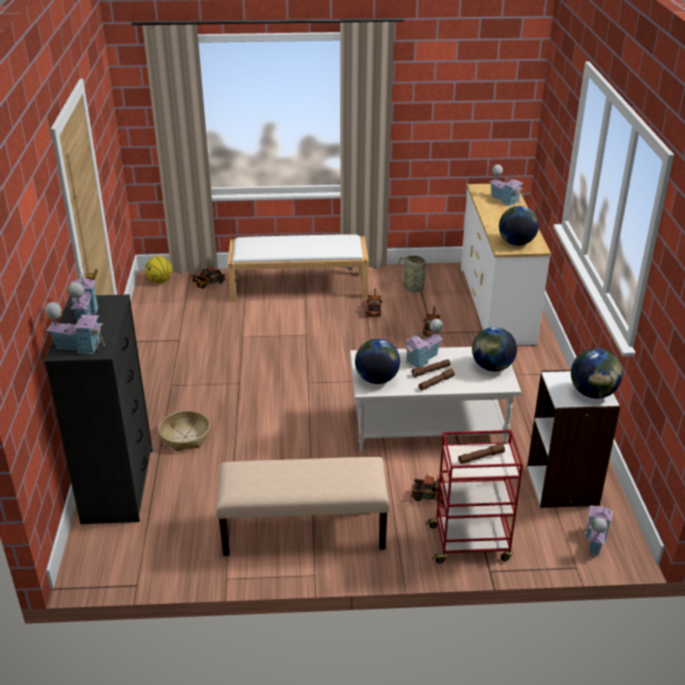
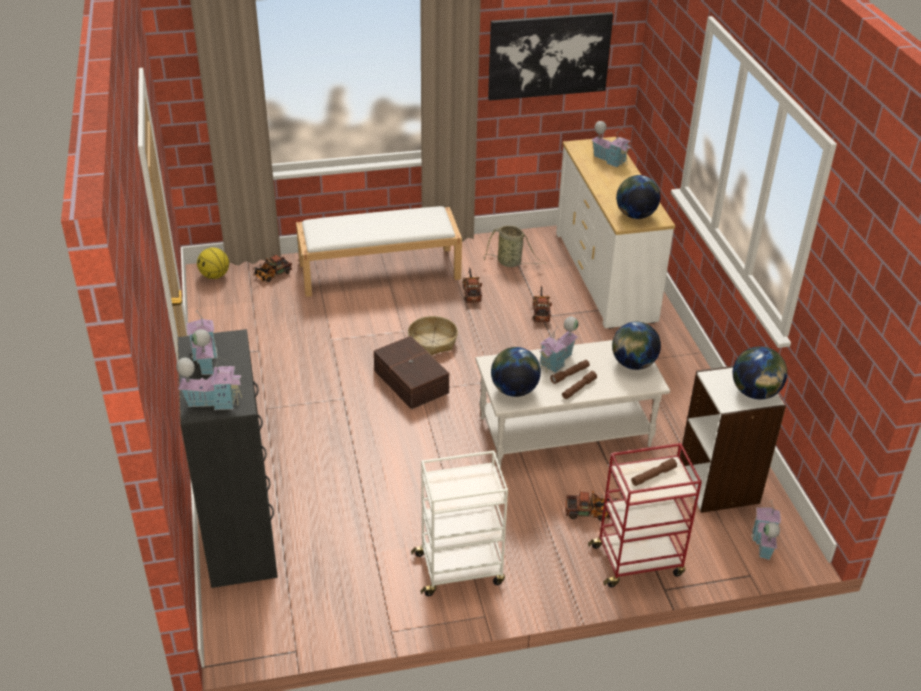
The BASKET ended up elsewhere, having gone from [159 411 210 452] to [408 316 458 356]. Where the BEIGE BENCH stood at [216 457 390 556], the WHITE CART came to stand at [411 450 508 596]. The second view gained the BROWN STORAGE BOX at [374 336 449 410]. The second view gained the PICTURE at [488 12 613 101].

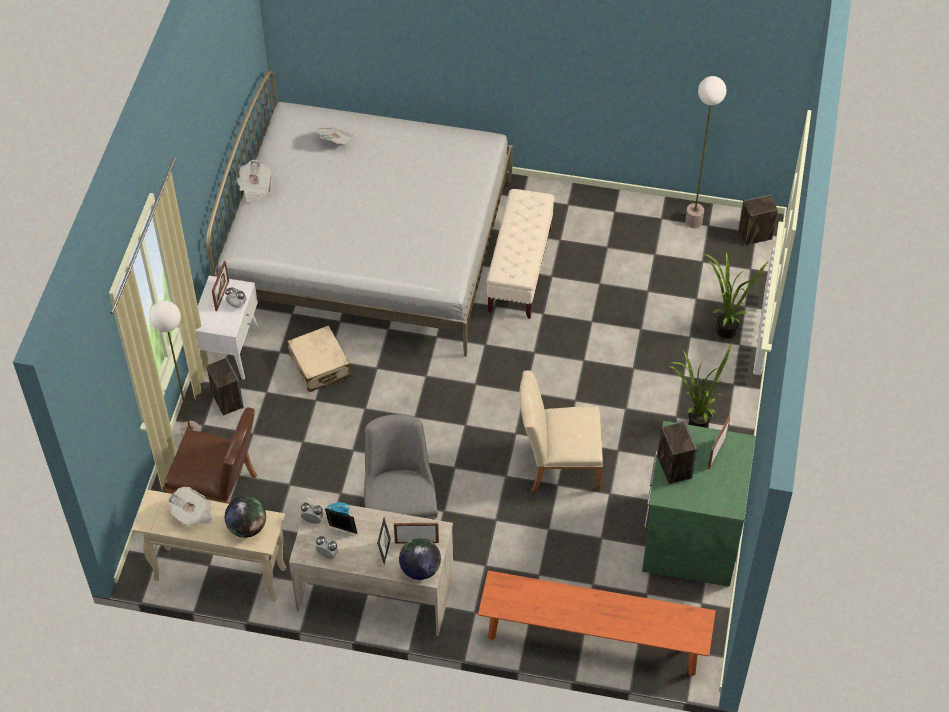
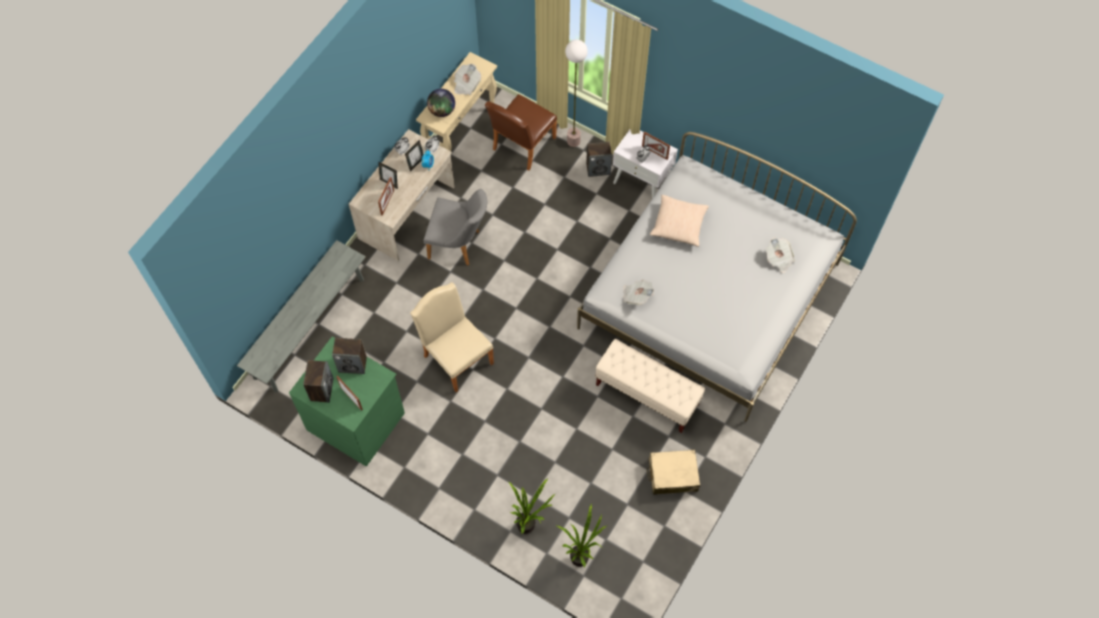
The NEWSPAPER ended up elsewhere, having gone from [237 160 273 203] to [623 280 654 305]. The BEIGE SUITCASE ended up elsewhere, having gone from [287 325 351 392] to [647 450 700 495]. The second view lost the GLOBE at [399 538 441 580]. What was the ORANGE BENCH at [478 571 716 677] turned into the GREY BENCH at [237 240 366 393]. The BEIGE CHAIR at [520 370 603 492] ended up facing another way, 60 degrees counterclockwise from before. The POTTED PLANT ended up elsewhere, having gone from [670 344 731 428] to [557 503 608 568]. The second view lost the FLOOR LAMP at [685 76 726 228]. The SPEAKER ended up elsewhere, having gone from [738 195 778 245] to [303 360 334 403]. The second view gained the BEIGE PILLOW at [650 195 709 247].

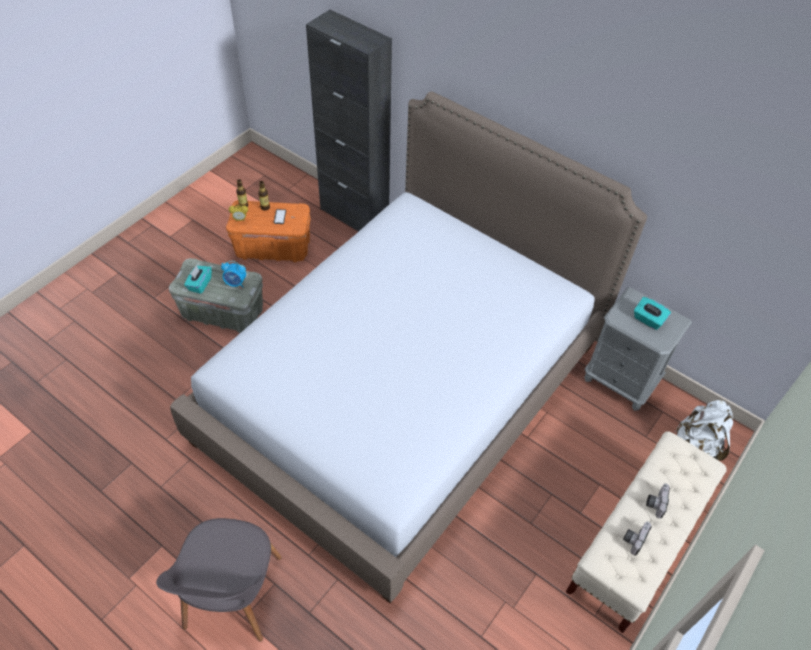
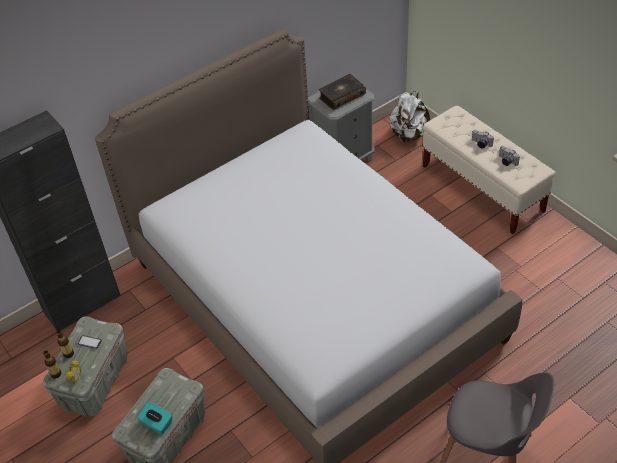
The second view lost the ALARM CLOCK at [221 261 246 287]. What was the ORANGE STORAGE BOX at [226 200 311 262] turned into the GREY STORAGE BOX at [43 316 128 416]. Where the TURQUOISE TISSUE BOX stood at [634 297 671 330], the BOOK came to stand at [319 74 366 110].

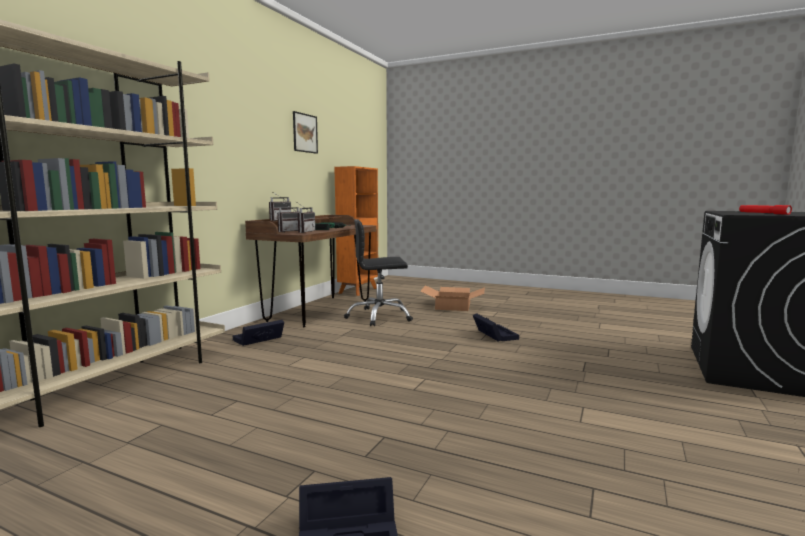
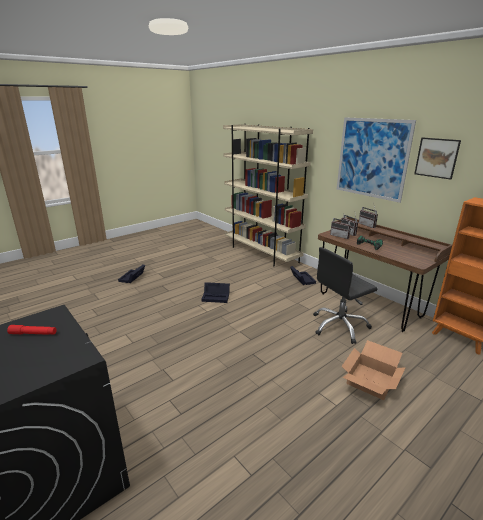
The BLACK OFFICE CHAIR at [344 219 413 326] ended up facing another way, 135 degrees counterclockwise from before. The BLACK STORAGE BOX ended up elsewhere, having gone from [473 313 519 342] to [201 282 230 303]. The second view gained the PICTURE at [337 117 416 203].

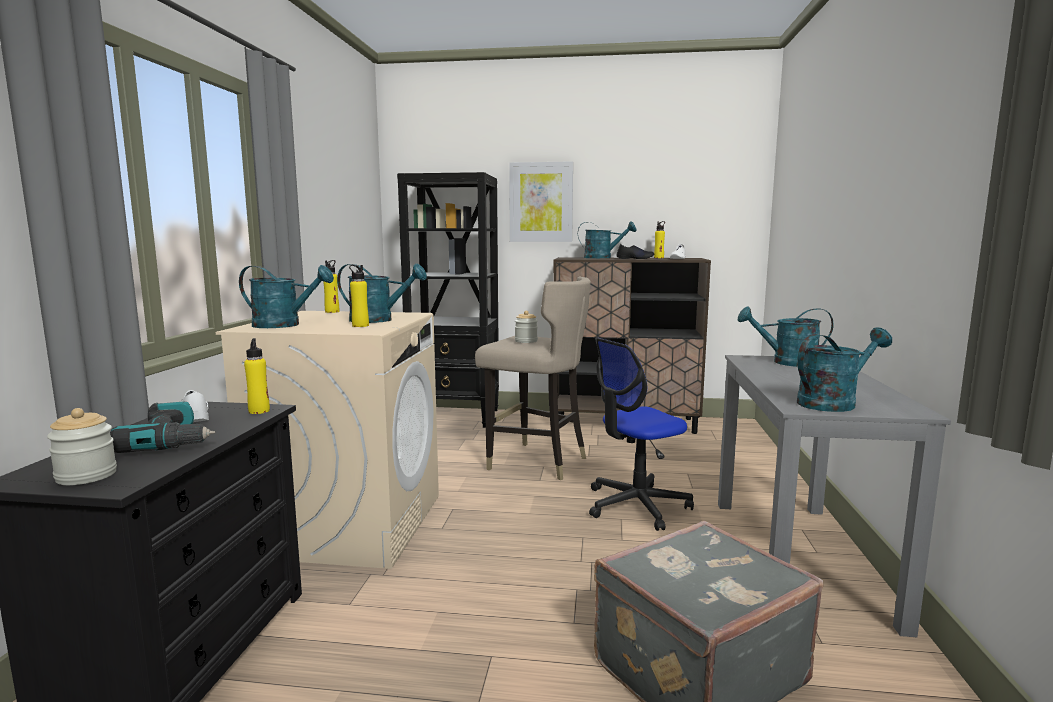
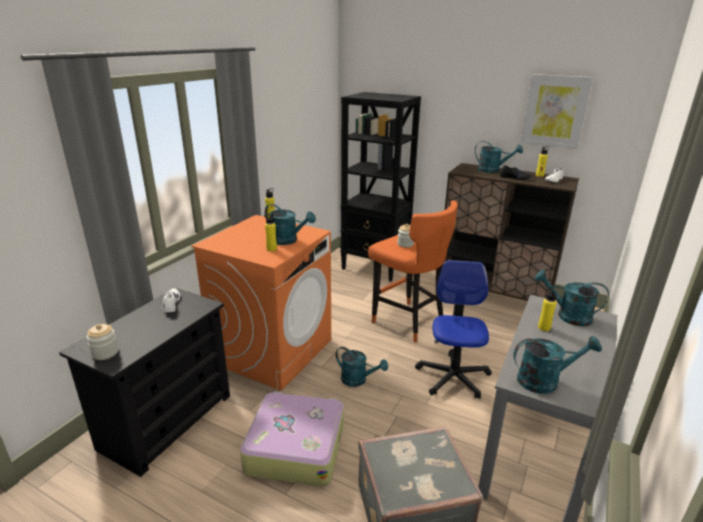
The second view lost the POWER DRILL at [110 402 215 453]. What was the BEIGE WASHING MACHINE at [216 311 439 569] turned into the ORANGE WASHING MACHINE at [191 215 331 391]. The TURQUOISE WATERING CAN ended up elsewhere, having gone from [239 265 334 328] to [336 347 388 387]. The YELLOW BOTTLE ended up elsewhere, having gone from [244 338 270 414] to [538 287 557 331]. What was the BEIGE STOOL at [475 276 591 480] turned into the ORANGE STOOL at [368 200 458 342]. The PICTURE ended up elsewhere, having gone from [509 161 573 242] to [521 74 593 149]. The OFFICE CHAIR at [589 338 694 531] ended up facing another way, 105 degrees clockwise from before. The second view gained the SUITCASE at [240 391 344 487].

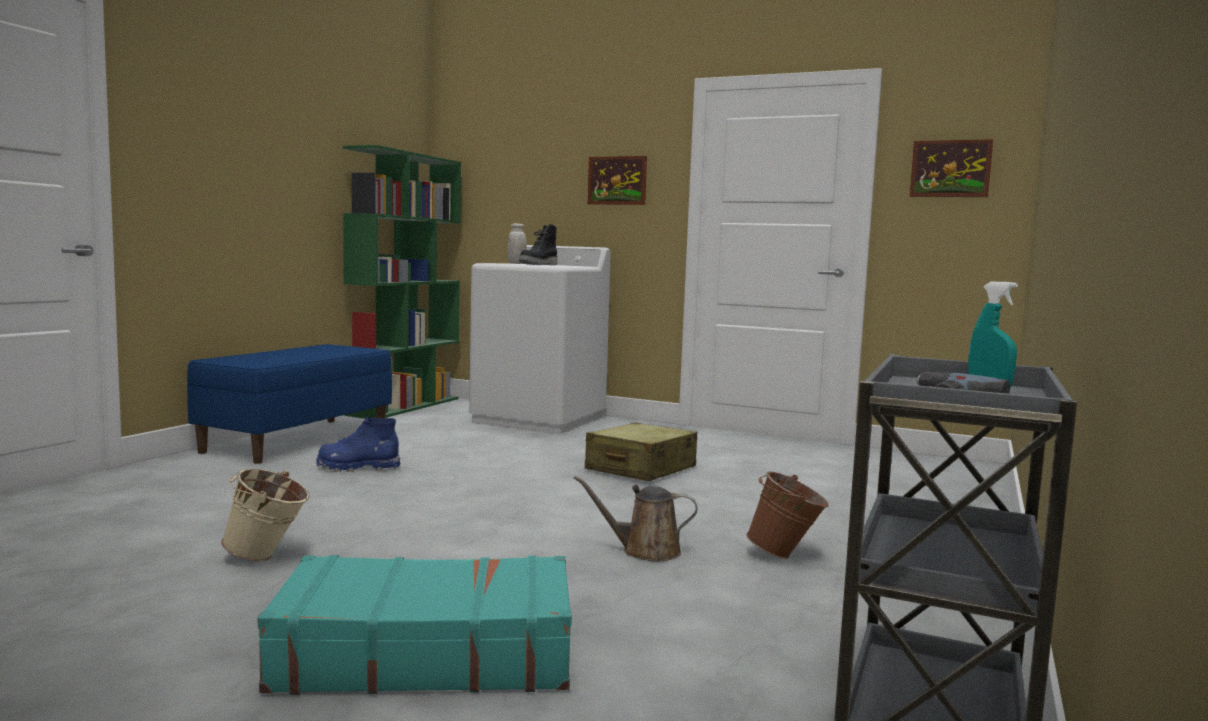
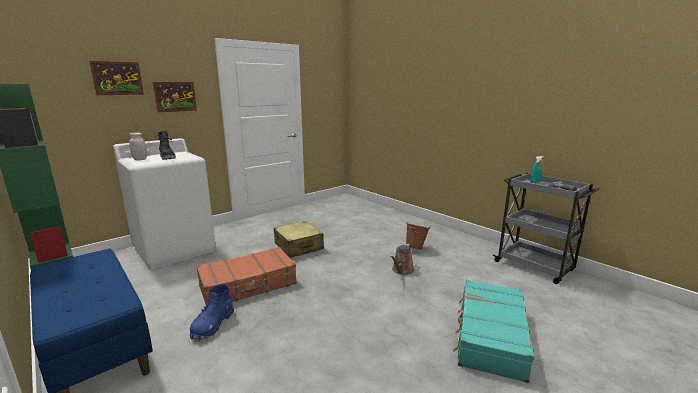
The second view lost the BEIGE BUCKET at [221 469 310 562]. The PICTURE ended up elsewhere, having gone from [909 139 993 197] to [89 61 144 95]. The second view gained the BROWN SUITCASE at [196 247 297 306].

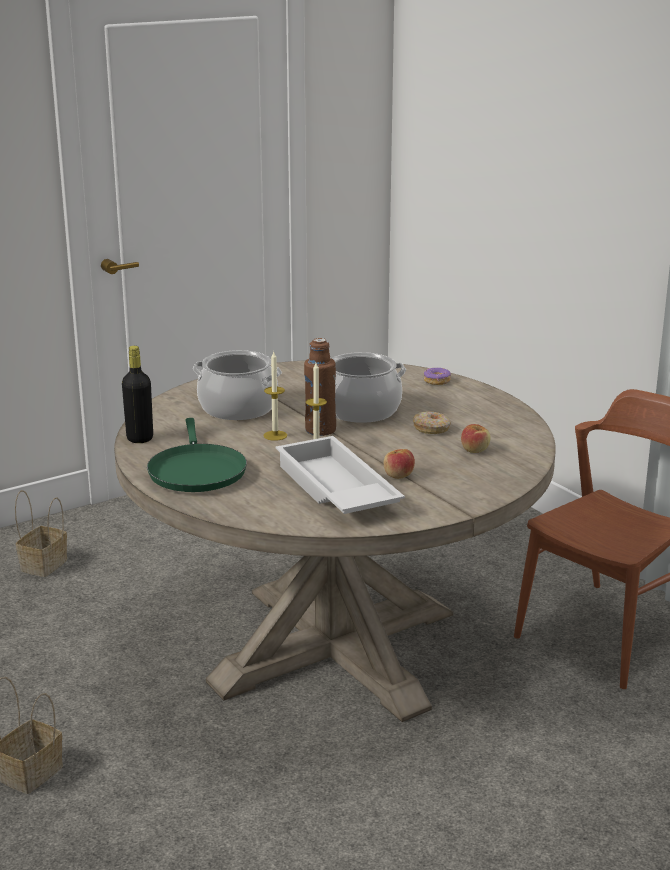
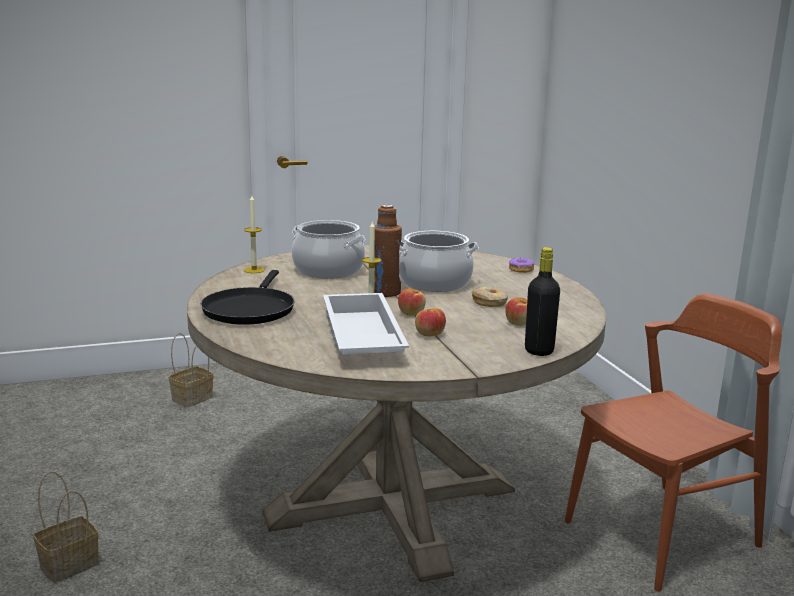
The BLACK BOTTLE ended up elsewhere, having gone from [122 346 153 443] to [525 247 560 356]. What was the GREEN FRYING PAN at [147 418 247 492] turned into the BLACK FRYING PAN at [201 270 295 325]. The CANDLE ended up elsewhere, having gone from [263 352 287 441] to [244 195 265 273]. The second view gained the APPLE at [398 288 426 316].

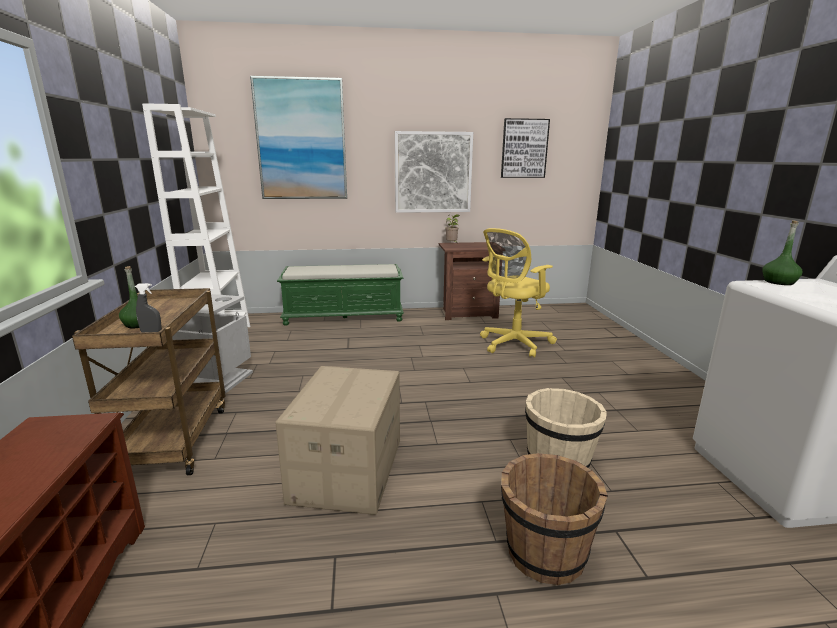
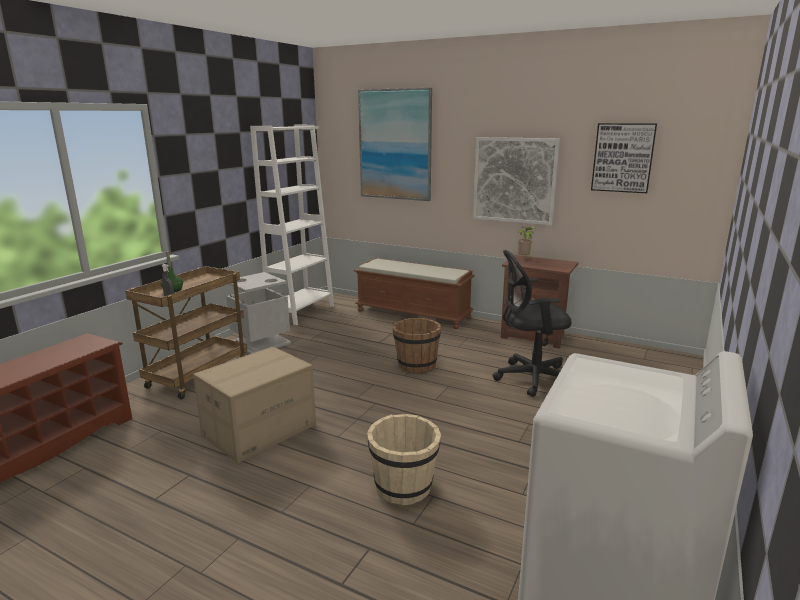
What was the GREEN BENCH at [277 264 404 326] turned into the BROWN BENCH at [354 258 475 329]. What was the YELLOW OFFICE CHAIR at [480 228 557 358] turned into the BLACK OFFICE CHAIR at [493 250 572 397]. The BROWN BUCKET ended up elsewhere, having gone from [501 453 608 585] to [393 318 441 373]. The second view lost the GREEN BOTTLE at [762 220 803 285].

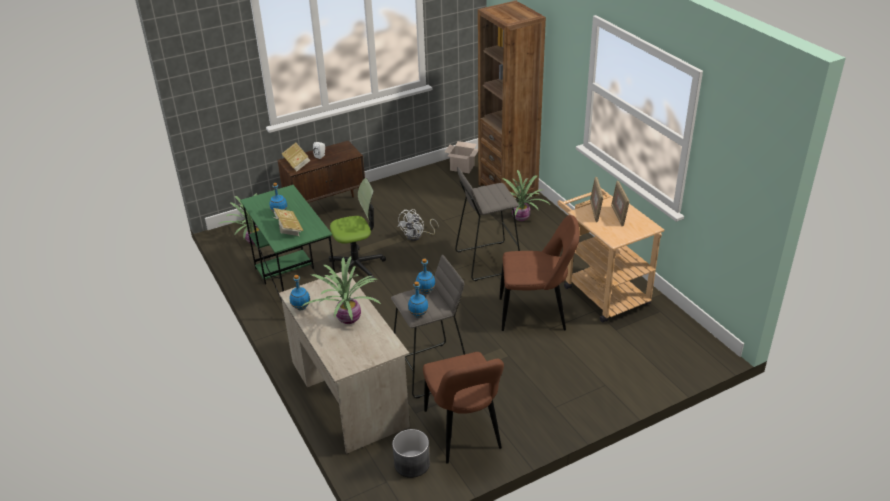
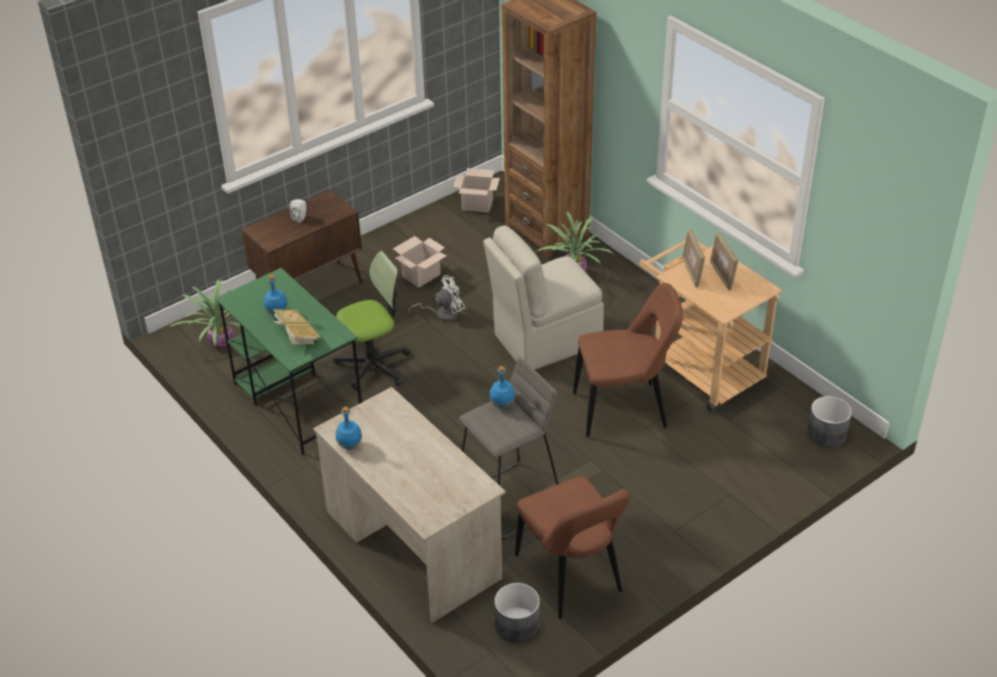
The second view lost the BOOK at [282 143 311 171]. The second view lost the POTTED PLANT at [301 257 381 324]. The WHITE FAN at [398 209 439 241] ended up facing another way, 135 degrees counterclockwise from before. The second view lost the BLUE BOTTLE at [408 282 429 318]. Where the GREY STOOL stood at [455 167 520 281], the BEIGE CHAIR came to stand at [483 225 604 370]. The second view gained the CARDBOARD BOX at [393 236 447 288]. The second view gained the GREY PLANTER at [807 396 852 448].

